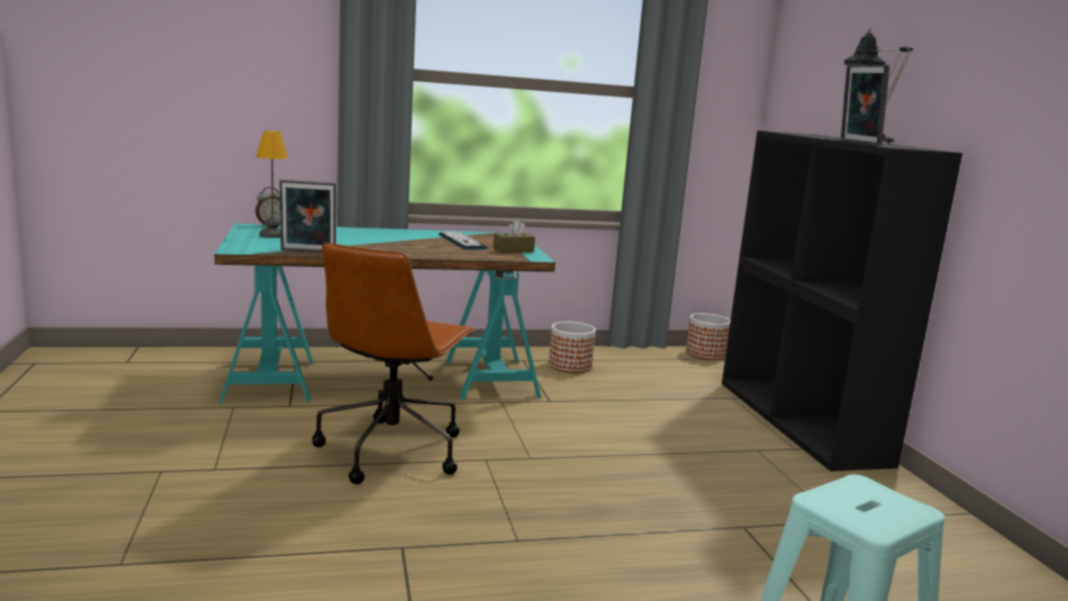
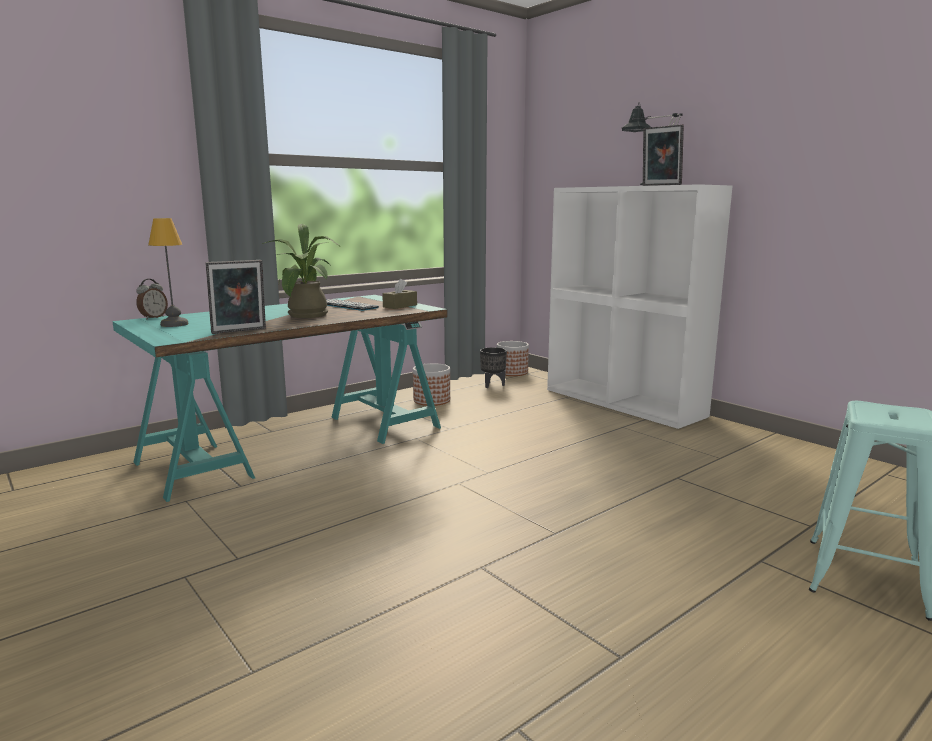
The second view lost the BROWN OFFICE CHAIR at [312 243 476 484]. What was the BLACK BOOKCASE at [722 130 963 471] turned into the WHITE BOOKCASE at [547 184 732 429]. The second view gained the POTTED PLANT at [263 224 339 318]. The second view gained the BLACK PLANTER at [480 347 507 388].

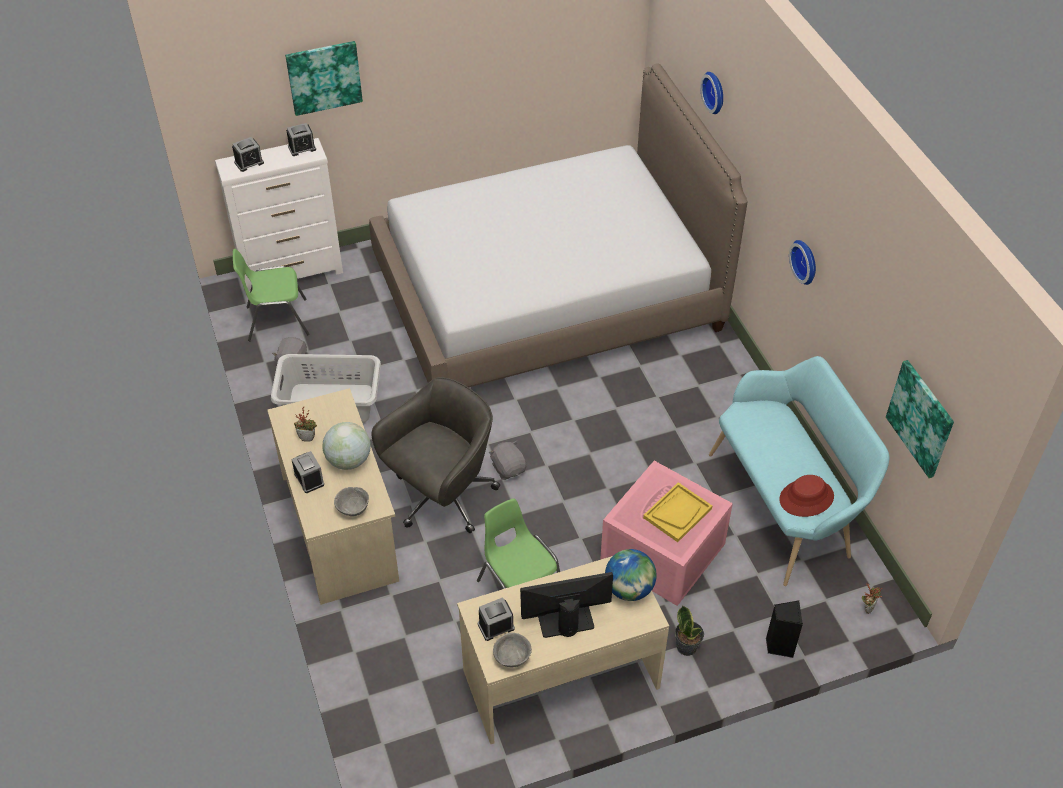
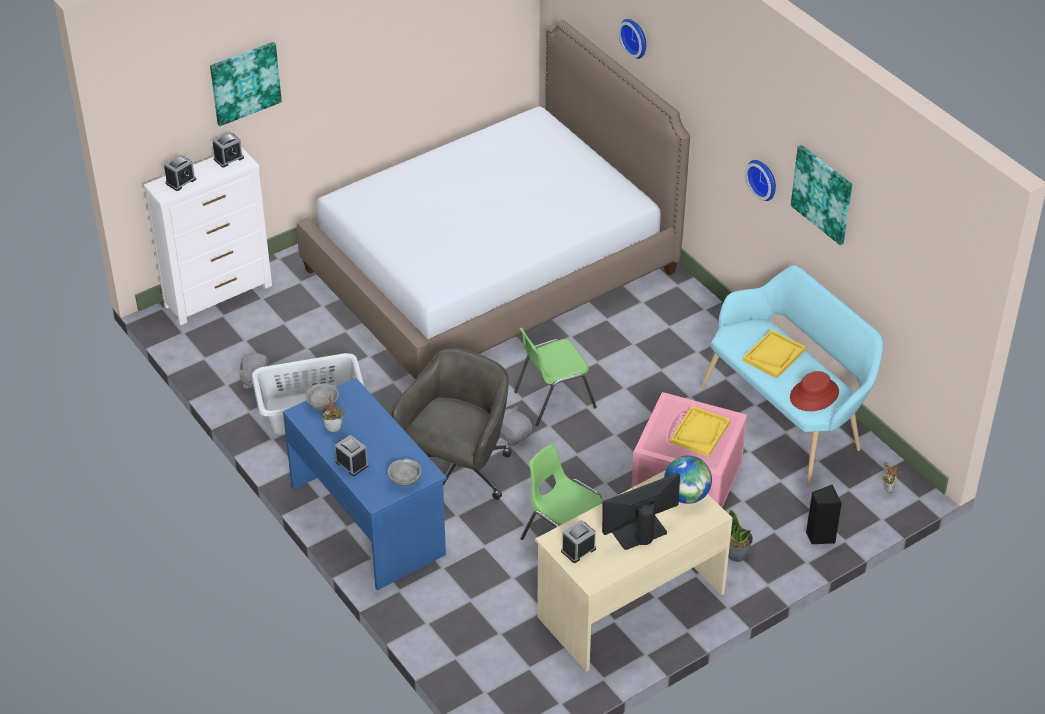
The GREEN CHAIR ended up elsewhere, having gone from [233 249 310 341] to [514 328 597 426]. What was the BEIGE DESK at [267 388 399 605] turned into the BLUE DESK at [283 378 447 591]. The second view lost the GLOBE at [322 422 370 470]. The GREY BOWL ended up elsewhere, having gone from [493 633 532 667] to [306 384 339 410]. The PICTURE ended up elsewhere, having gone from [886 360 954 478] to [791 145 852 245]. The second view gained the YELLOW TRAY at [742 330 806 379].

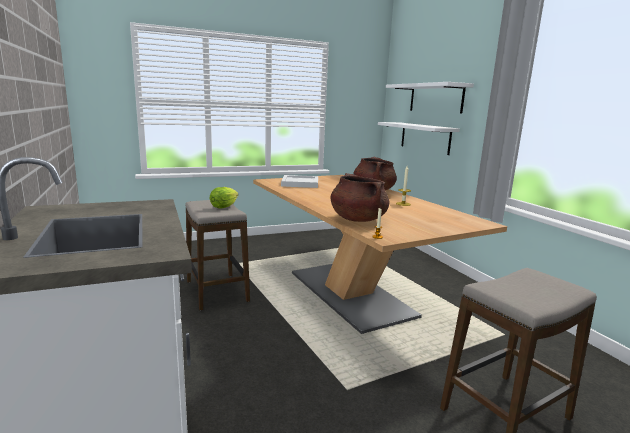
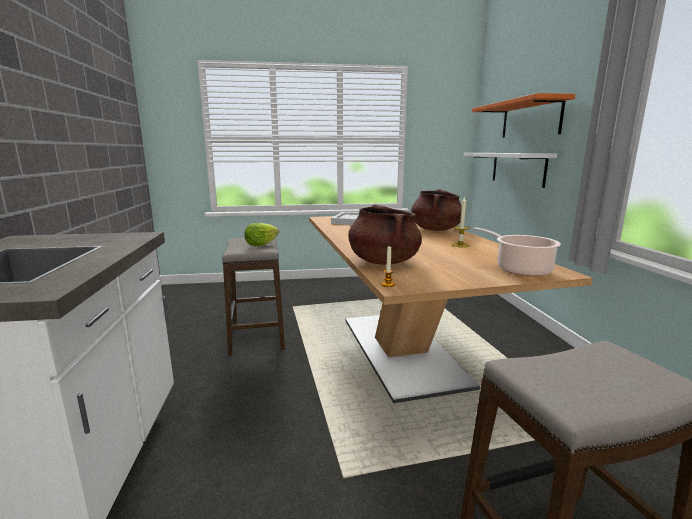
What was the WHITE SHELF at [386 82 474 113] turned into the ORANGE SHELF at [472 93 575 138]. The second view gained the COOKING POT at [473 227 561 277].

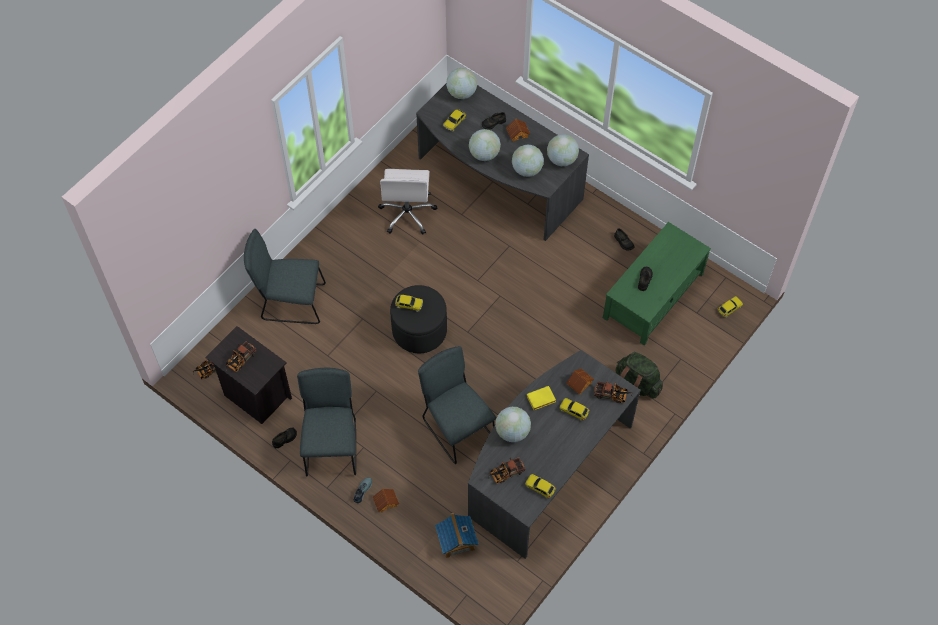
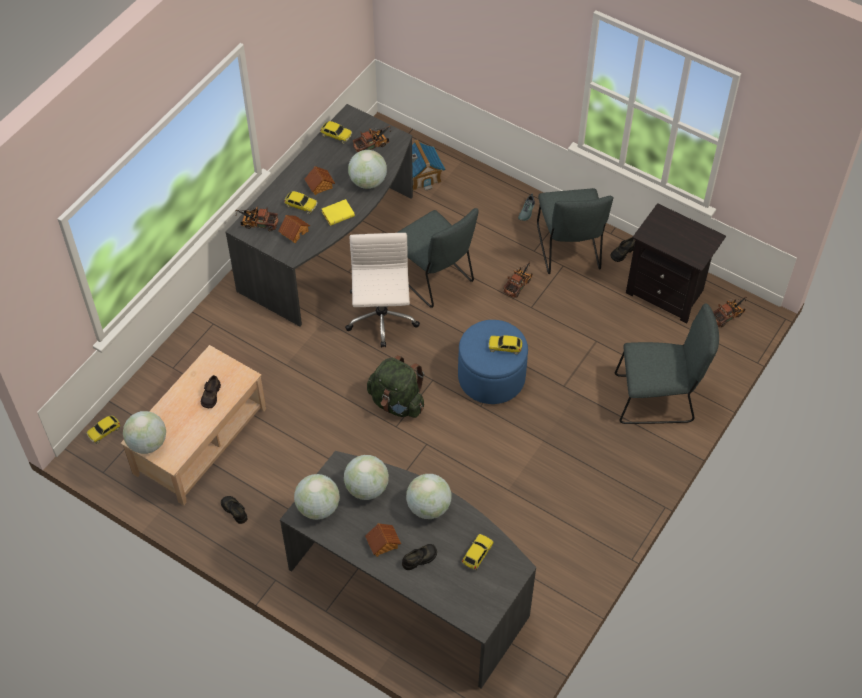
The TOY TRUCK ended up elsewhere, having gone from [226 341 256 372] to [503 261 533 298]. The TOY HOUSE ended up elsewhere, having gone from [373 489 399 513] to [305 166 335 195]. The WHITE OFFICE CHAIR ended up elsewhere, having gone from [378 169 438 234] to [345 233 420 347]. What was the BLACK OTTOMAN at [390 285 447 353] turned into the BLUE OTTOMAN at [458 320 528 404]. The GLOBE ended up elsewhere, having gone from [446 68 477 99] to [123 411 166 454]. What was the GREEN COFFEE TABLE at [603 222 711 346] turned into the BEIGE COFFEE TABLE at [121 345 266 505]. The GREEN BACKPACK ended up elsewhere, having gone from [616 352 663 398] to [367 355 424 418].

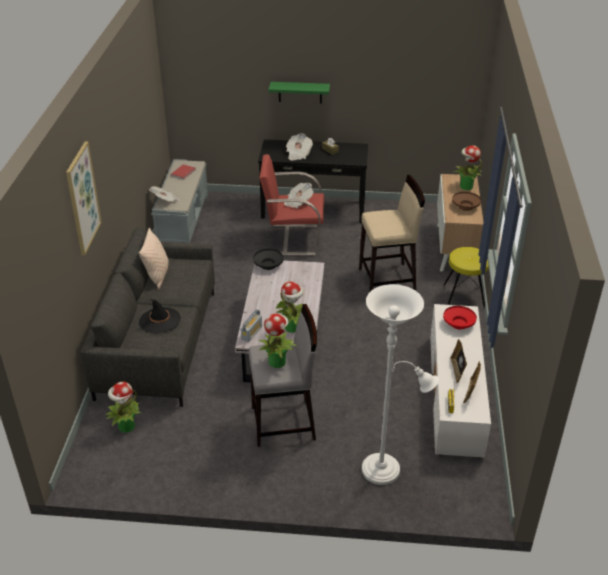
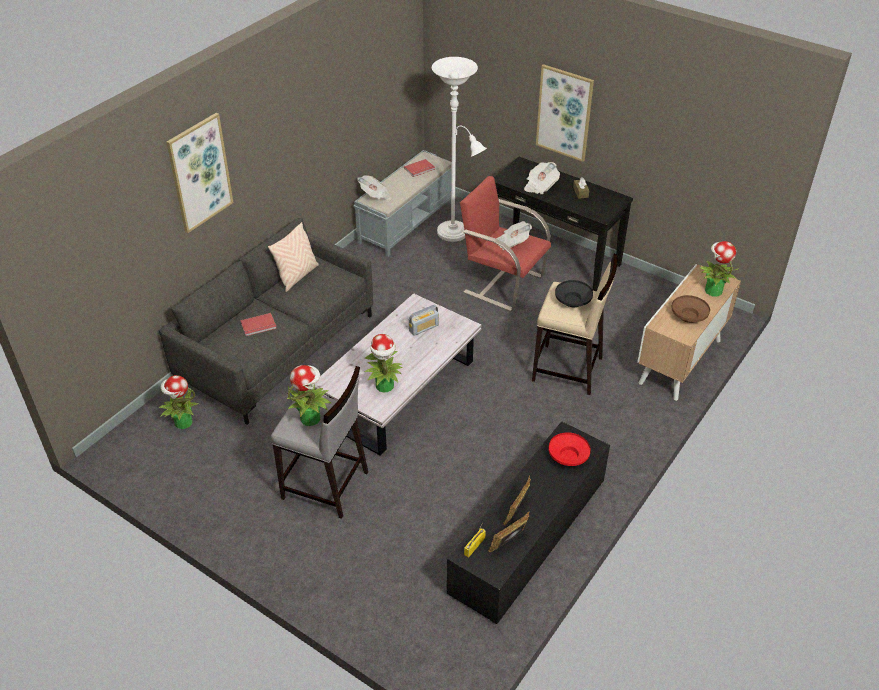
Where the BLACK HAT stood at [139 299 181 333], the RED BOOK came to stand at [240 313 277 336]. The RADIO ended up elsewhere, having gone from [241 309 262 342] to [409 305 439 336]. The BLACK BOWL ended up elsewhere, having gone from [253 249 283 270] to [555 280 593 307]. Where the GREEN SHELF hung at [268 82 330 104], the PICTURE came to hang at [536 64 594 162]. The WHITE FLOOR LAMP ended up elsewhere, having gone from [362 284 439 485] to [432 57 487 242]. What was the WHITE TV STAND at [430 304 491 459] turned into the BLACK TV STAND at [447 421 610 624]. The second view lost the YELLOW STOOL at [444 247 489 309].

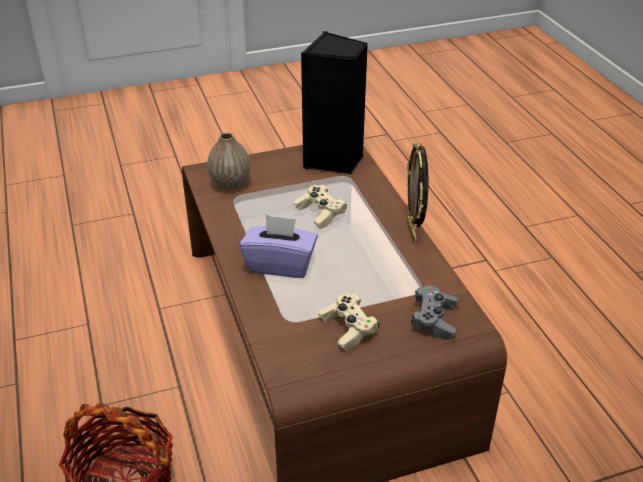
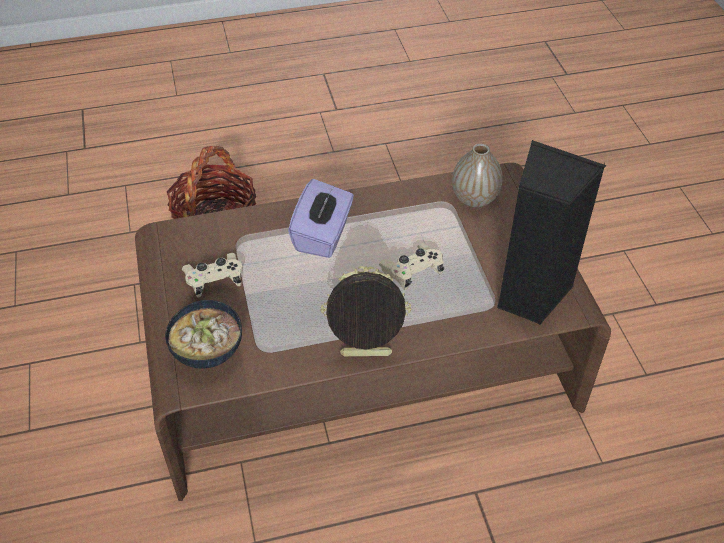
Where the GREY GAME CONTROLLER stood at [411 285 458 339], the BOWL came to stand at [165 300 242 369].

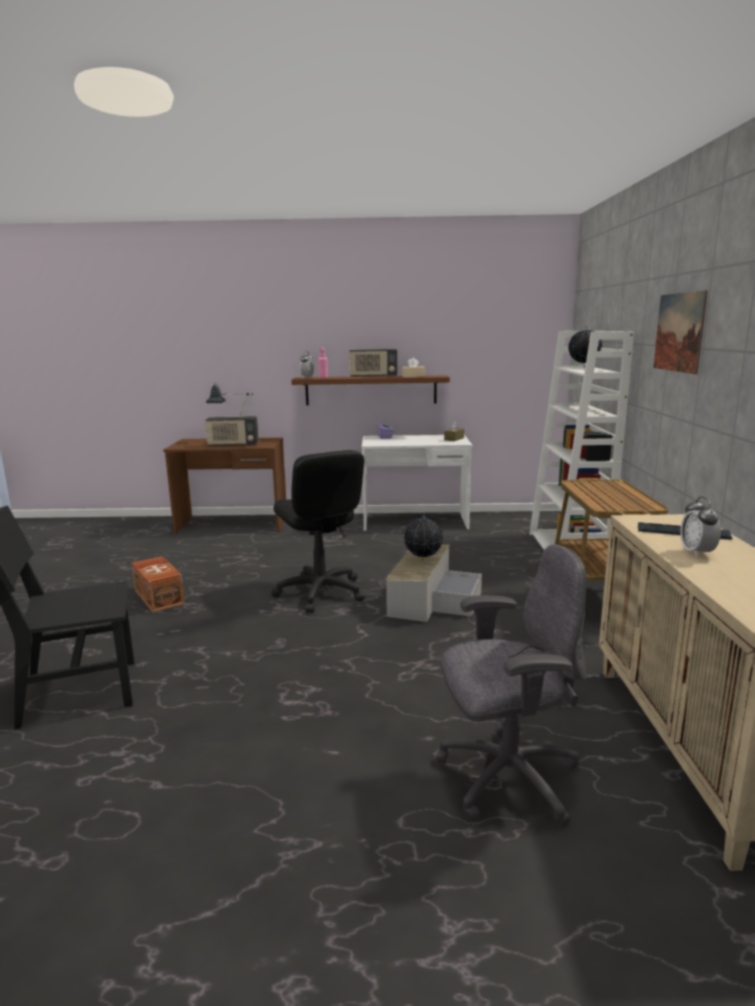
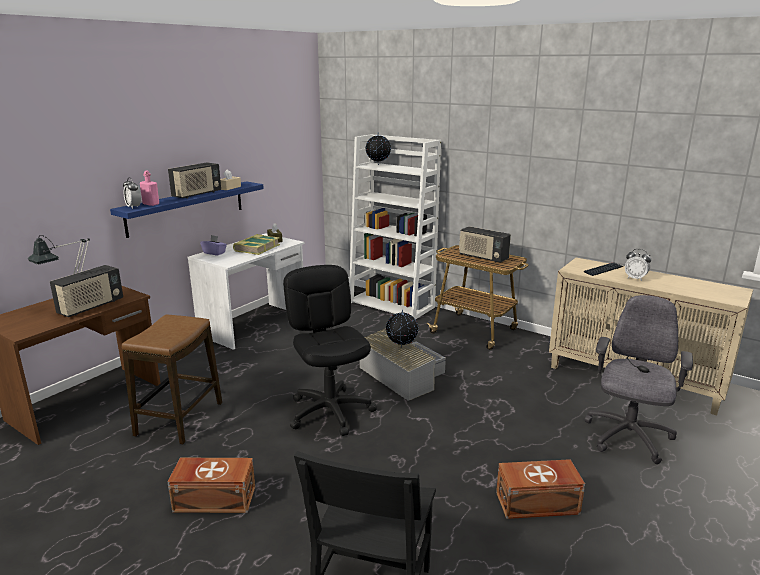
The BLACK OFFICE CHAIR at [271 450 365 613] ended up facing another way, 120 degrees counterclockwise from before. What was the BROWN SHELF at [291 375 450 405] turned into the BLUE SHELF at [110 181 264 238]. The second view lost the PICTURE at [653 290 708 374]. The second view gained the STOOL at [122 314 222 444]. The second view gained the BOOK at [233 234 280 255]. The second view gained the RADIO at [459 226 511 263]. The second view gained the BROWN STORAGE BOX at [496 459 585 519].

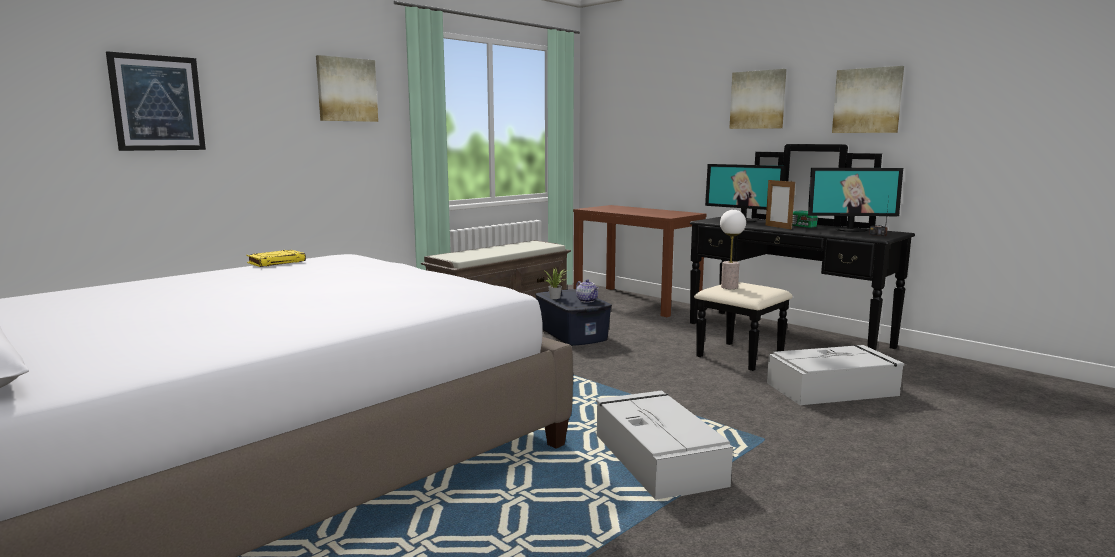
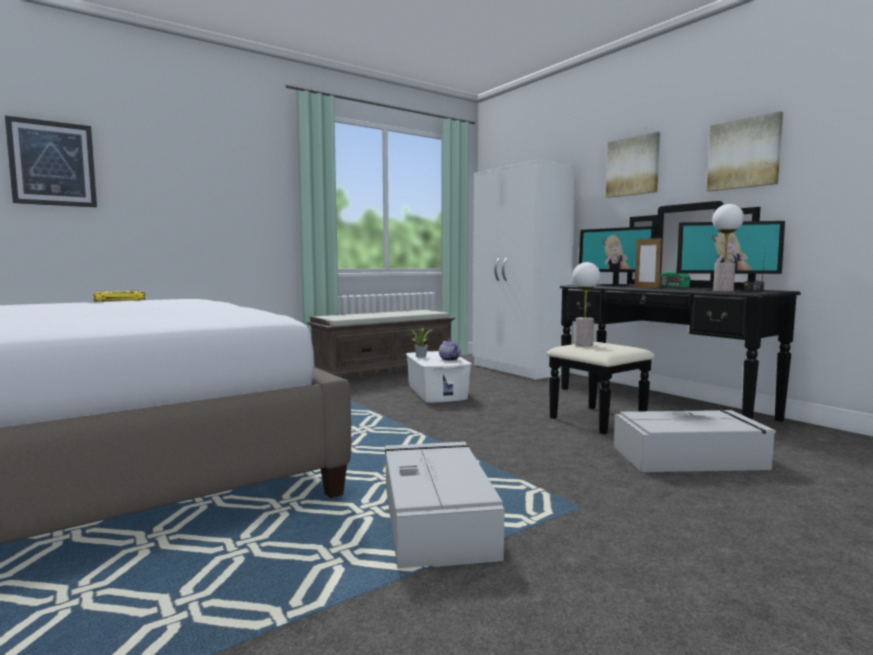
The second view lost the PICTURE at [316 55 378 122]. What was the BLUE STORAGE BOX at [535 289 612 346] turned into the WHITE STORAGE BOX at [406 351 472 402]. Where the BROWN CONSOLE TABLE stood at [573 205 707 317], the WHITE WARDROBE came to stand at [473 160 576 380]. The second view gained the TABLE LAMP at [712 204 744 292].

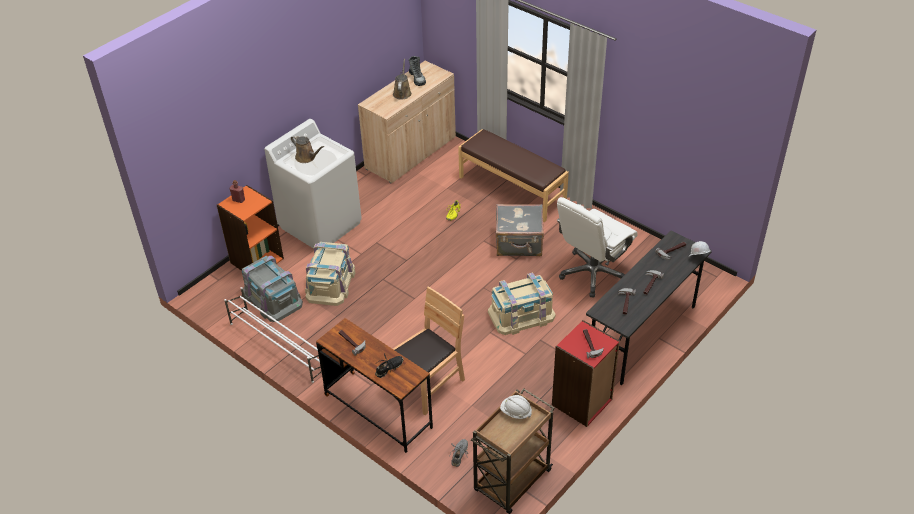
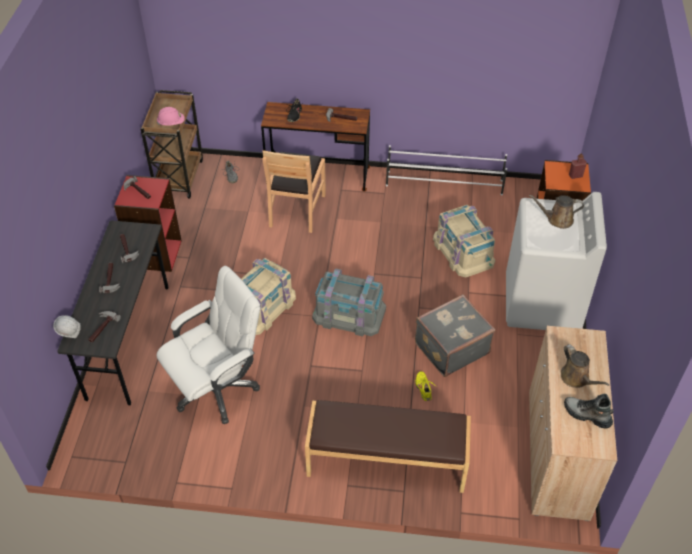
The GREY STORAGE BOX ended up elsewhere, having gone from [242 256 303 322] to [312 268 386 336]. The GREY SUITCASE ended up elsewhere, having gone from [496 204 544 256] to [415 294 495 377]. What was the WHITE HARD HAT at [500 395 532 419] turned into the PINK HARD HAT at [157 107 185 126]. The WHITE OFFICE CHAIR at [557 197 638 297] ended up facing another way, 45 degrees clockwise from before.

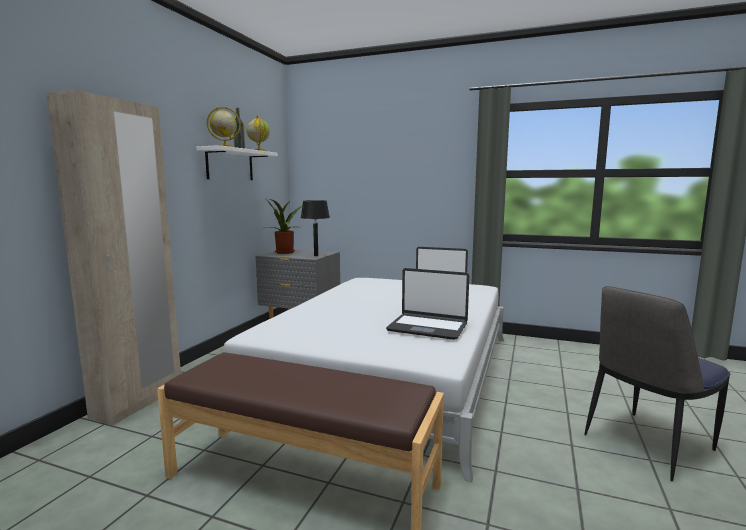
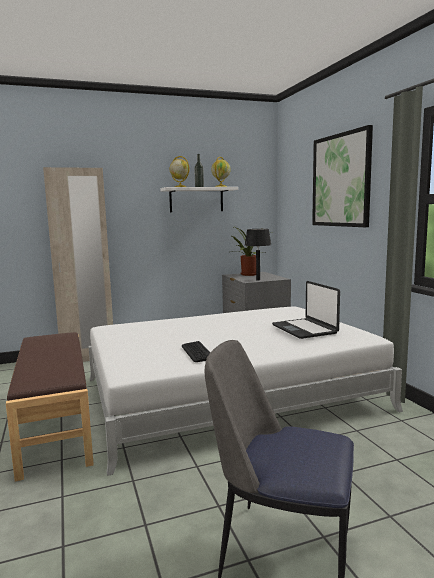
Where the LAPTOP stood at [386 268 469 340], the KEYBOARD came to stand at [182 341 210 362]. The second view gained the PICTURE at [312 125 373 227].

